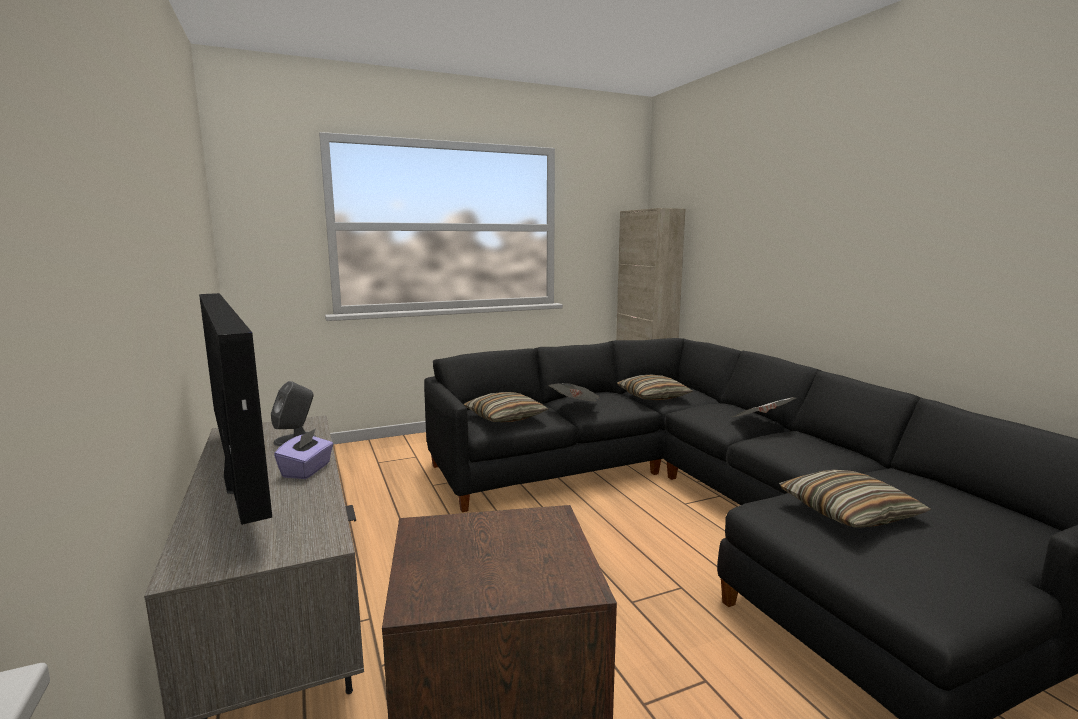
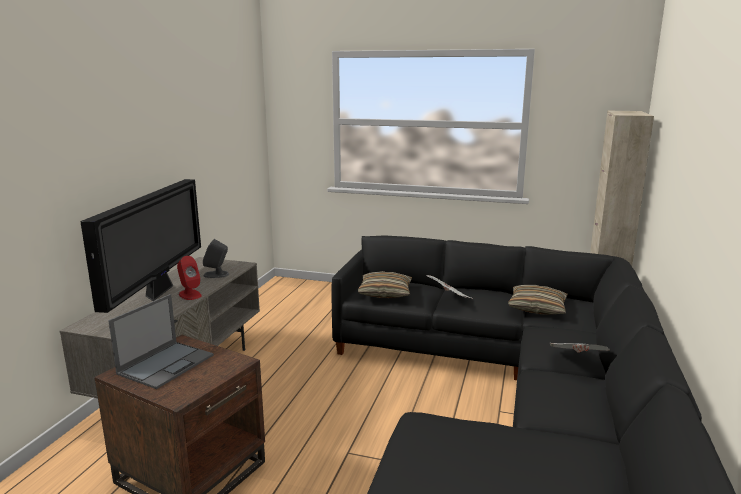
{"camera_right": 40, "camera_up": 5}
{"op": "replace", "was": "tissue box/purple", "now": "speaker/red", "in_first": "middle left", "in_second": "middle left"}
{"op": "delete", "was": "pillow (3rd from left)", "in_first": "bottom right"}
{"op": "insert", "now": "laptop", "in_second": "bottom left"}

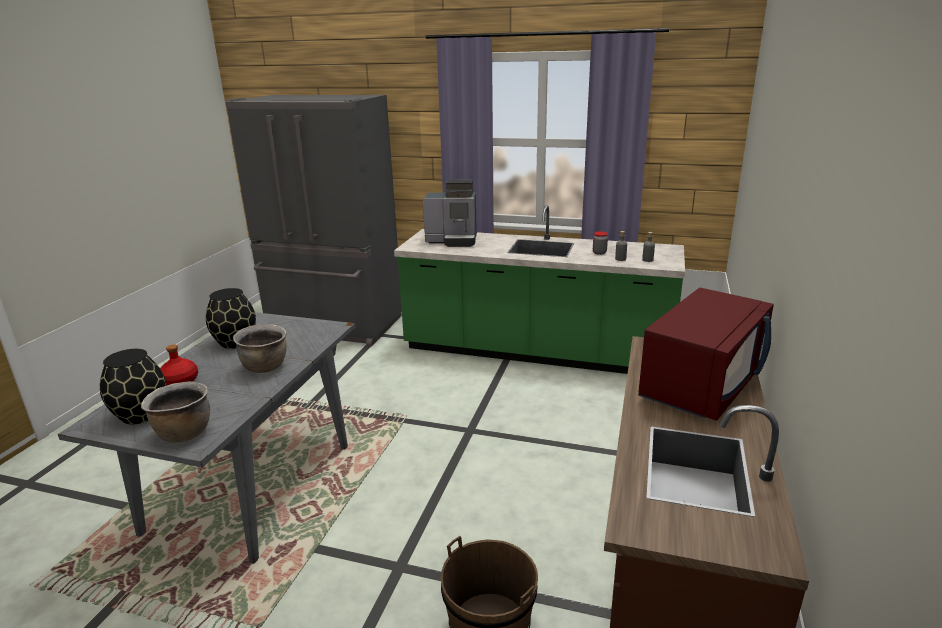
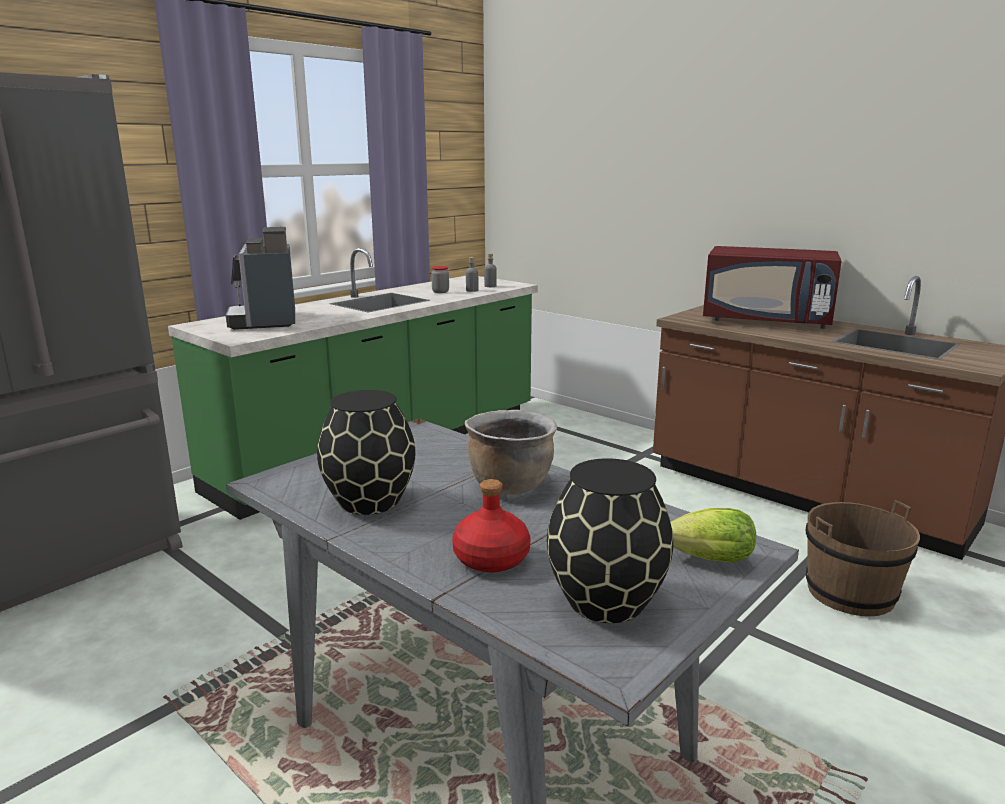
{"camera_right": -65, "camera_up": -5}
{"op": "rotate", "was": "coffee machine", "in_first": "centre", "in_second": "middle left", "clockwise": 135}
{"op": "rotate", "was": "microwave/red", "in_first": "middle right", "in_second": "middle right", "clockwise": 135}
{"op": "replace", "was": "cooking pot/brown (1st from left)", "now": "lettuce", "in_first": "middle left", "in_second": "middle right"}

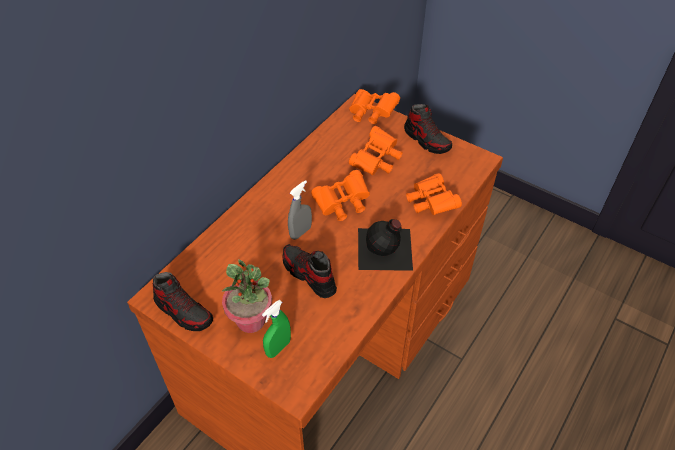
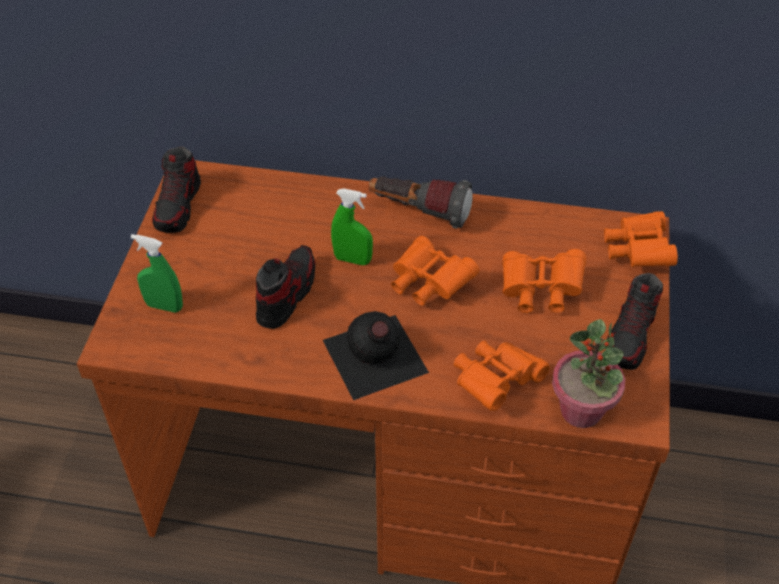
{"camera_right": 65, "camera_up": 0}
{"op": "recolor", "was": "spray bottle/grey", "now": "spray bottle/green (2nd from left)", "in_first": "centre", "in_second": "centre"}
{"op": "move", "was": "potted plant", "in_first": "centre", "in_second": "middle right"}
{"op": "insert", "now": "flashlight", "in_second": "centre"}

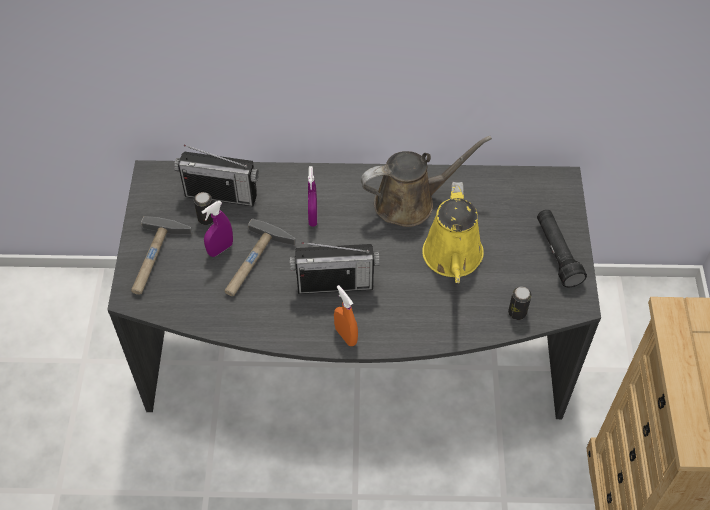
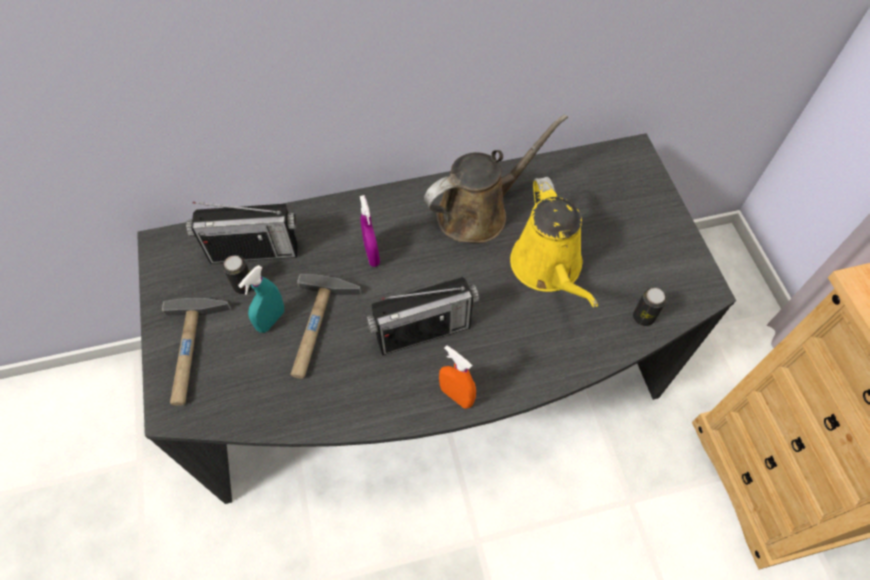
{"camera_right": -15, "camera_up": 5}
{"op": "recolor", "was": "spray bottle/purple (1st from left)", "now": "spray bottle/turquoise", "in_first": "middle left", "in_second": "middle left"}
{"op": "delete", "was": "flashlight/black", "in_first": "middle right"}

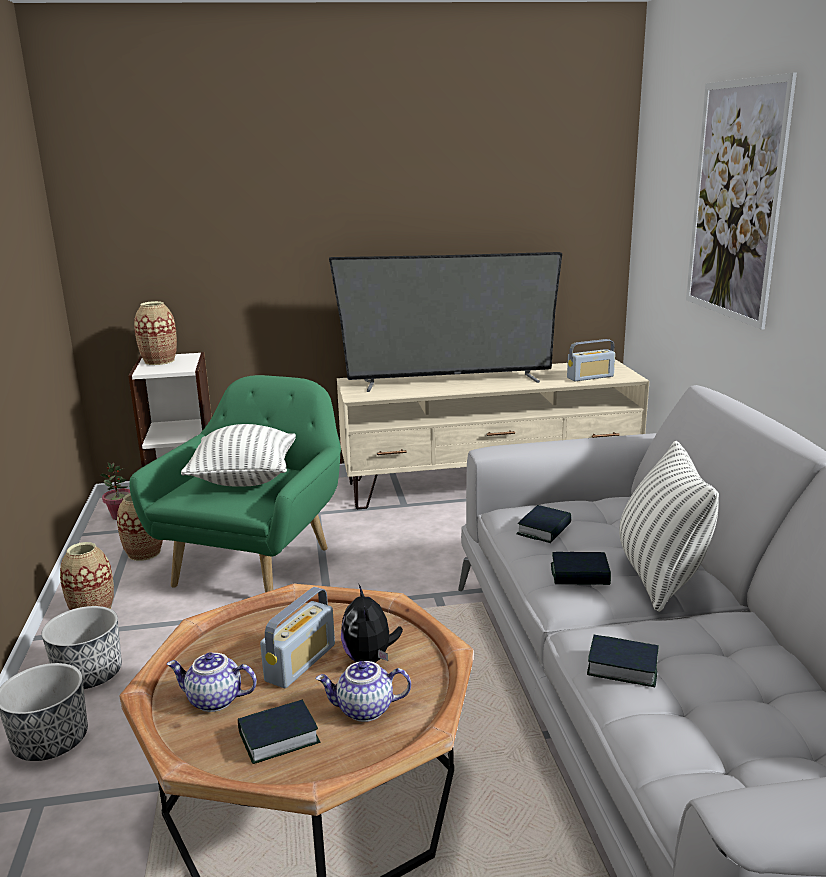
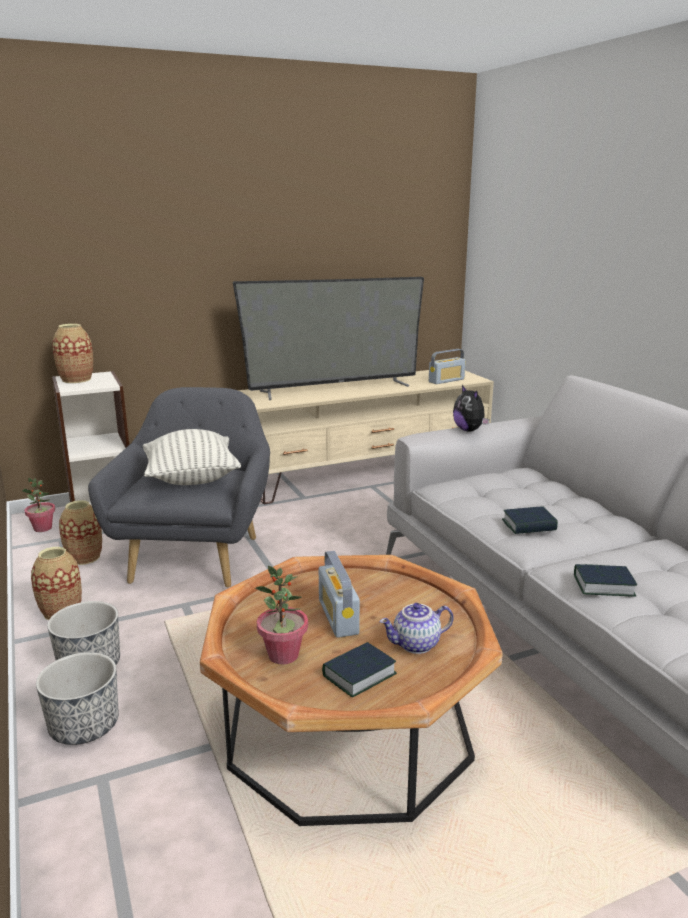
{"camera_right": -15, "camera_up": 0}
{"op": "delete", "was": "picture", "in_first": "top right"}
{"op": "recolor", "was": "armchair/green", "now": "armchair/grey", "in_first": "middle left", "in_second": "middle left"}
{"op": "delete", "was": "pillow (2nd from left)", "in_first": "middle right"}
{"op": "delete", "was": "book (2nd from left)", "in_first": "centre"}
{"op": "move", "was": "plush toy", "in_first": "bottom centre", "in_second": "middle right"}
{"op": "rotate", "was": "radio (1st from left)", "in_first": "bottom centre", "in_second": "centre", "clockwise": 150}
{"op": "replace", "was": "teapot (1st from left)", "now": "potted plant (2nd from left)", "in_first": "bottom left", "in_second": "bottom centre"}

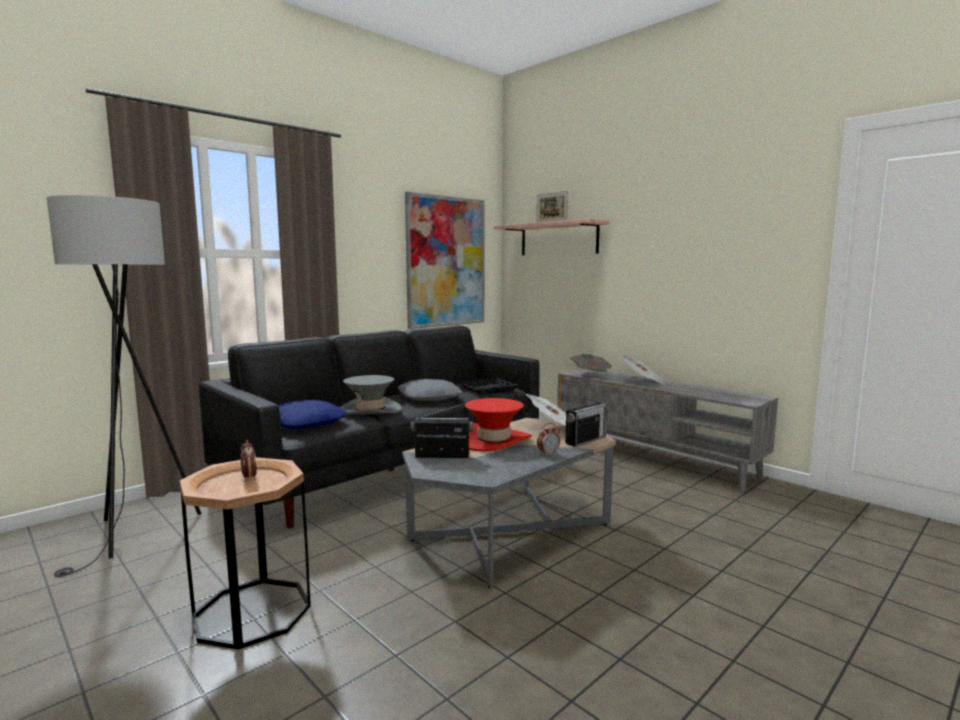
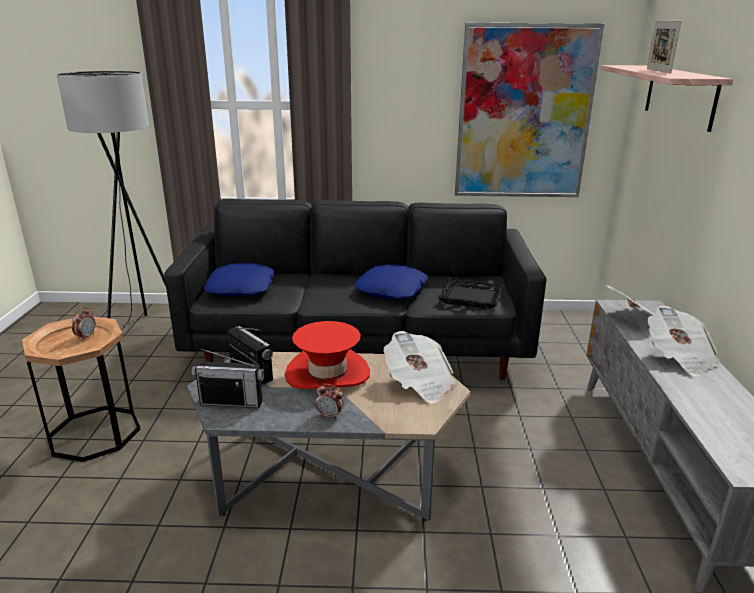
{"camera_right": 45, "camera_up": 15}
{"op": "delete", "was": "hat/grey", "in_first": "centre"}
{"op": "recolor", "was": "pillow/grey", "now": "pillow/blue (2nd from left)", "in_first": "centre", "in_second": "centre"}
{"op": "move", "was": "radio (2nd from left in the first image)", "now": "radio (1st from left)", "in_first": "centre", "in_second": "middle left"}

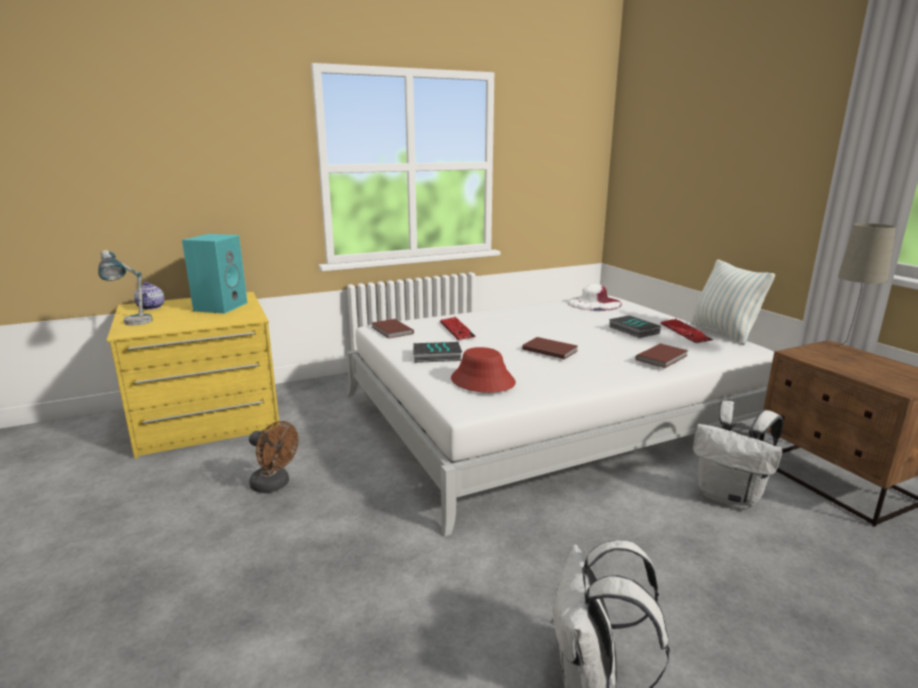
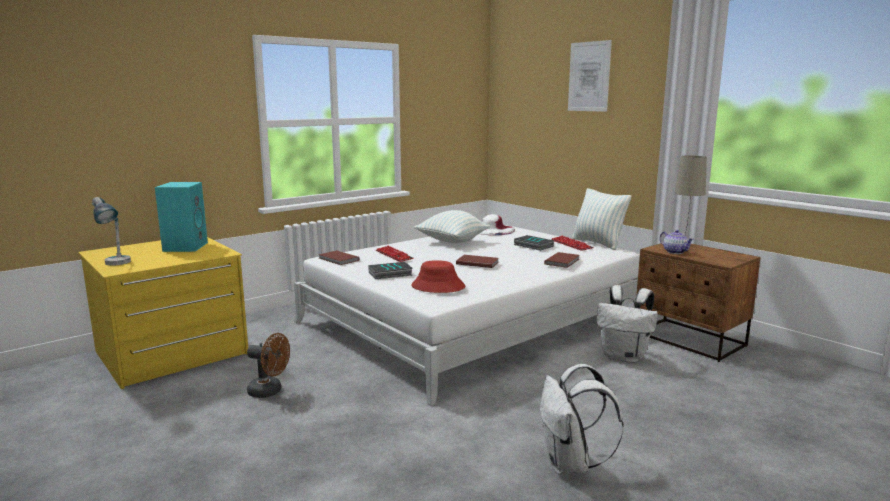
{"camera_right": -15, "camera_up": -5}
{"op": "move", "was": "teapot", "in_first": "middle left", "in_second": "middle right"}
{"op": "insert", "now": "picture", "in_second": "top centre"}
{"op": "insert", "now": "pillow (1st from left)", "in_second": "centre"}

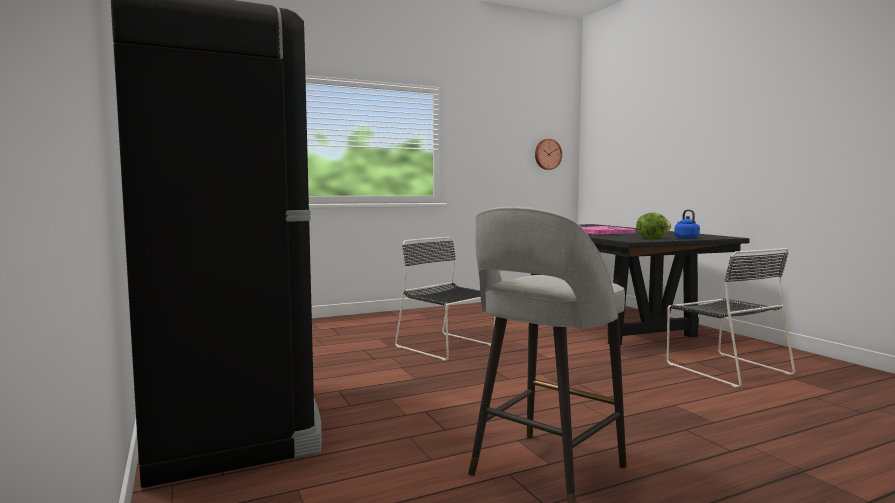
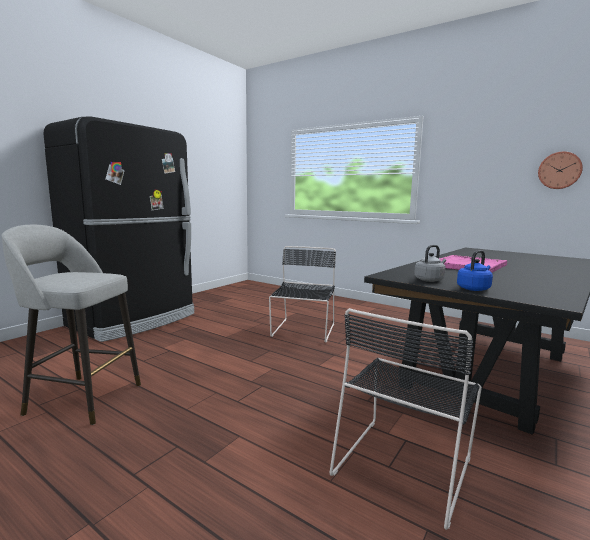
{"camera_right": 60, "camera_up": 5}
{"op": "replace", "was": "lettuce", "now": "kettle/grey", "in_first": "middle right", "in_second": "middle right"}

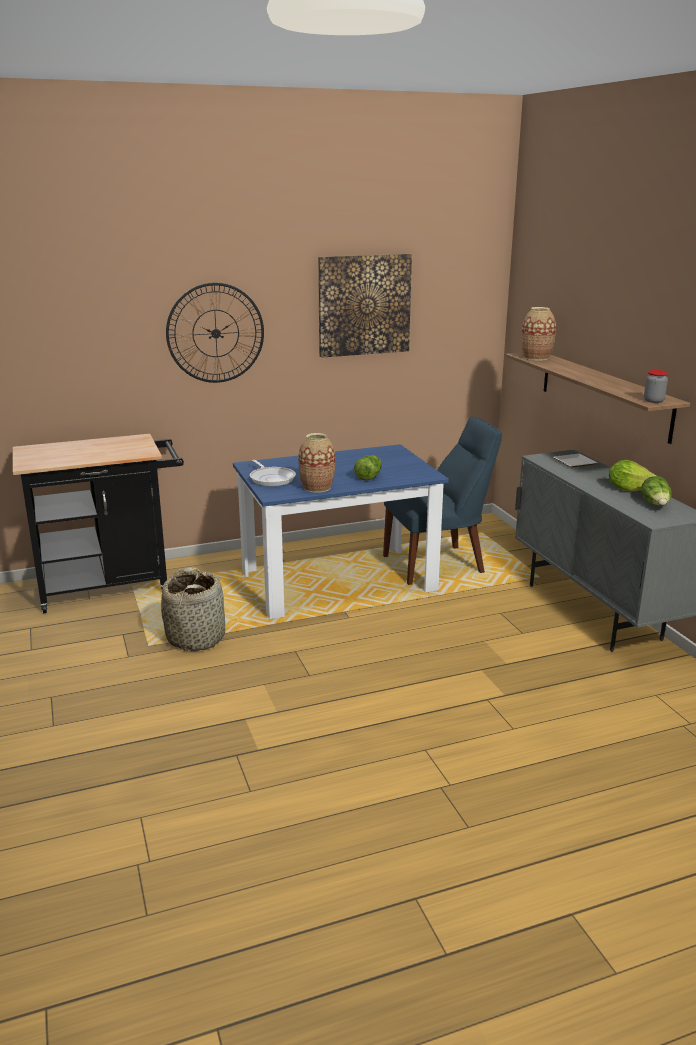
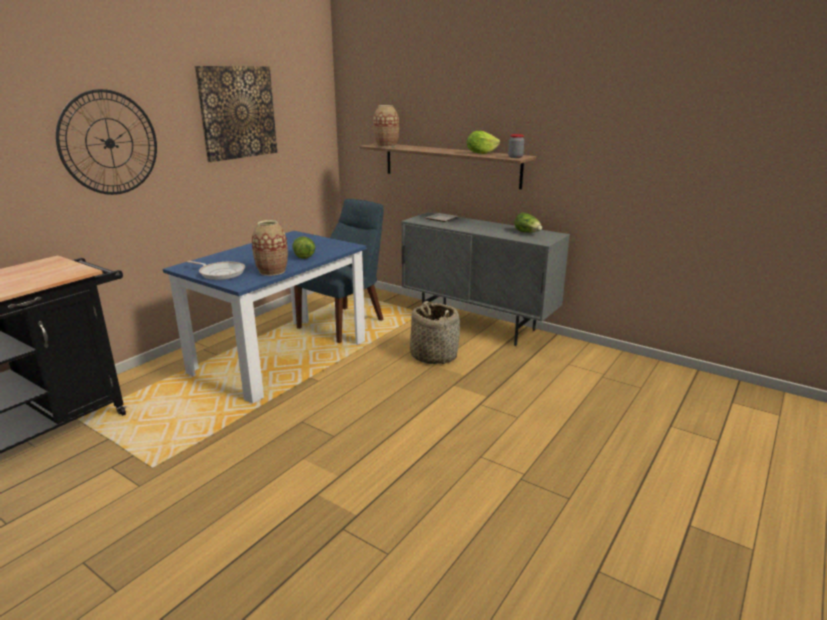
{"camera_right": -35, "camera_up": 0}
{"op": "move", "was": "lettuce (2nd from left)", "in_first": "middle right", "in_second": "top centre"}
{"op": "move", "was": "basket", "in_first": "middle left", "in_second": "centre"}

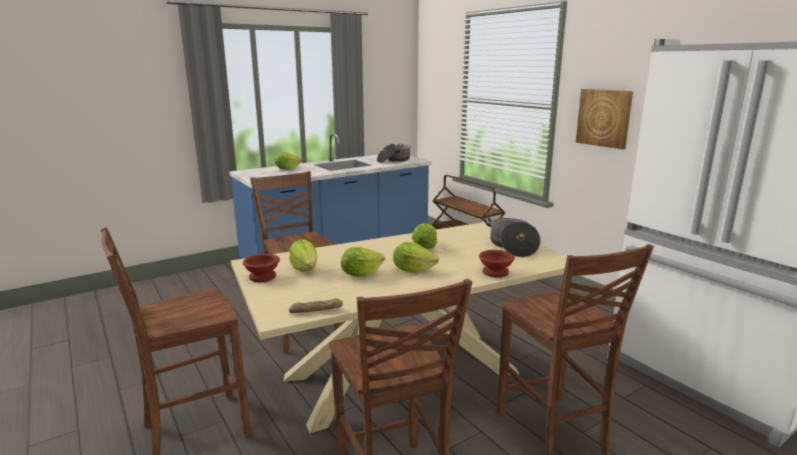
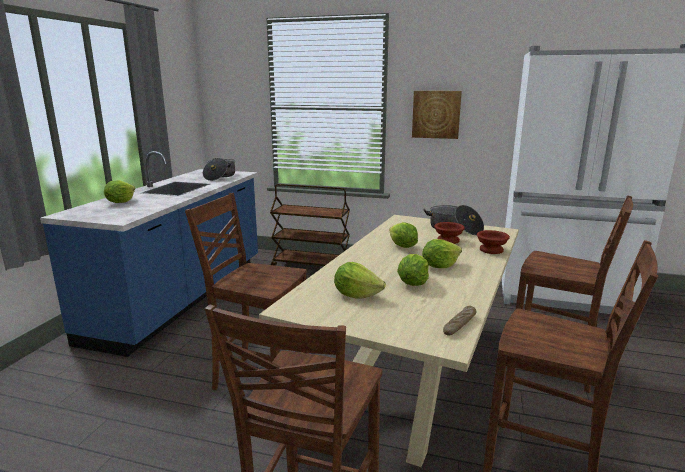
{"camera_right": -40, "camera_up": 0}
{"op": "move", "was": "bowl/brown (1st from left)", "in_first": "middle left", "in_second": "centre"}

